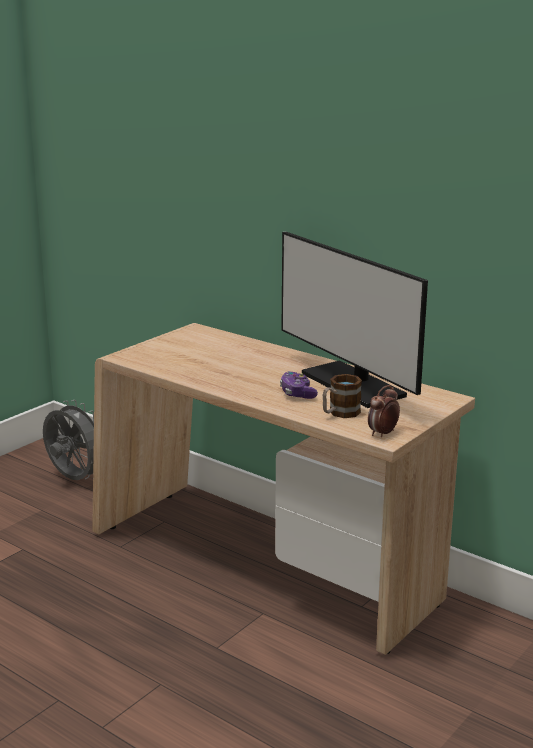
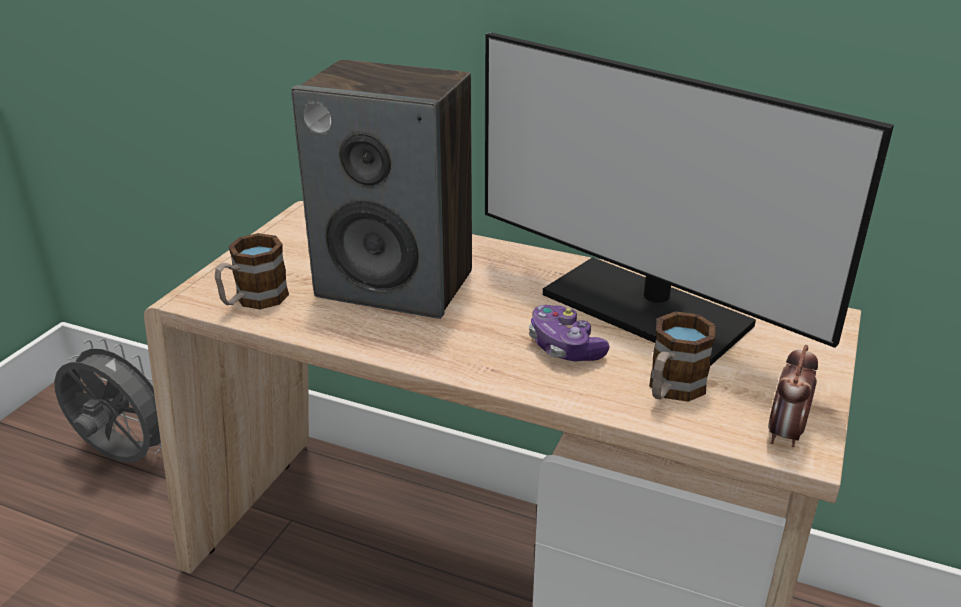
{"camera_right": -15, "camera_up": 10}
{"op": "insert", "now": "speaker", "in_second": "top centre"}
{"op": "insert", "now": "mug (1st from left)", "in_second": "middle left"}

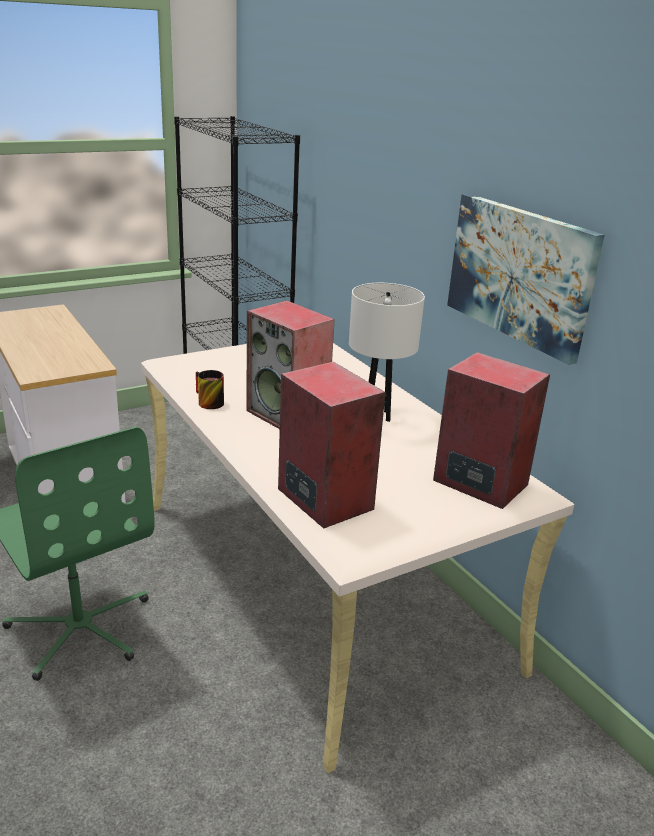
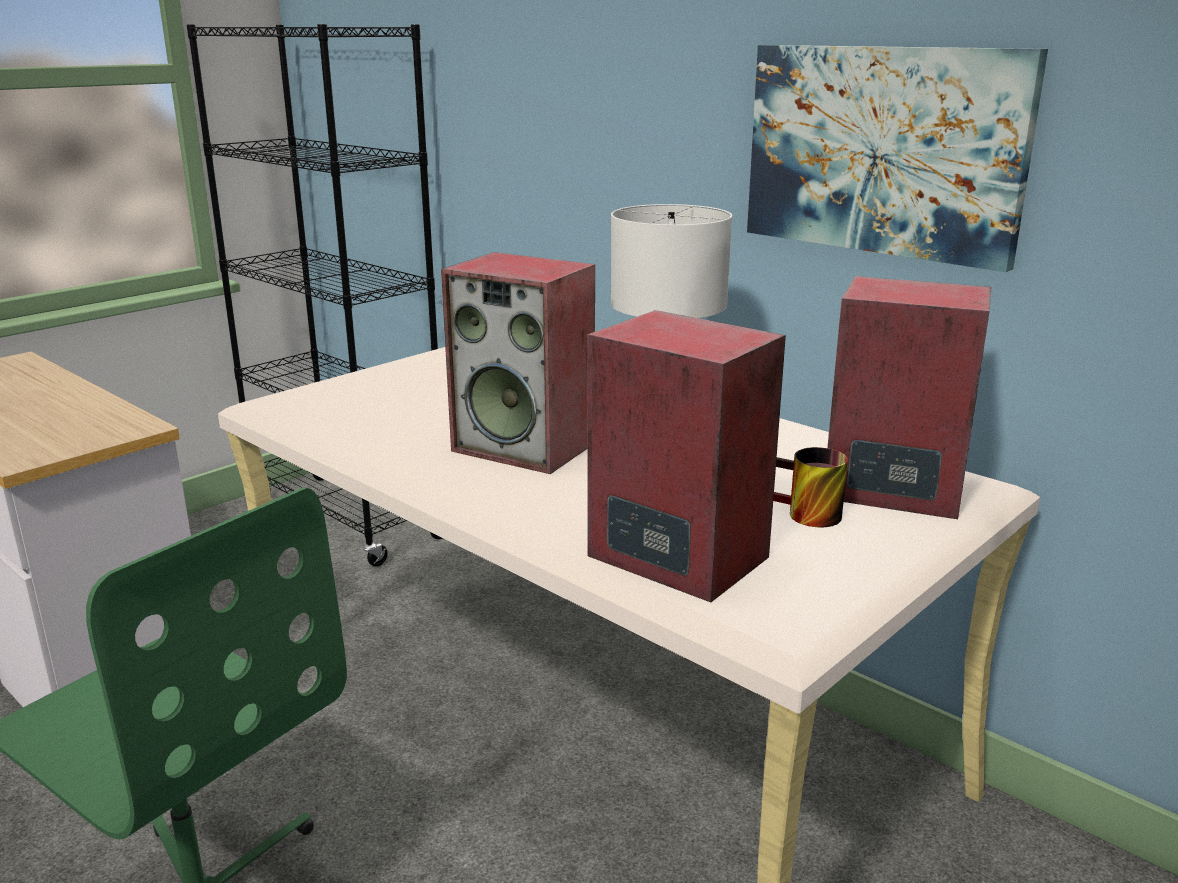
{"camera_right": -15, "camera_up": -5}
{"op": "move", "was": "mug", "in_first": "middle left", "in_second": "middle right"}

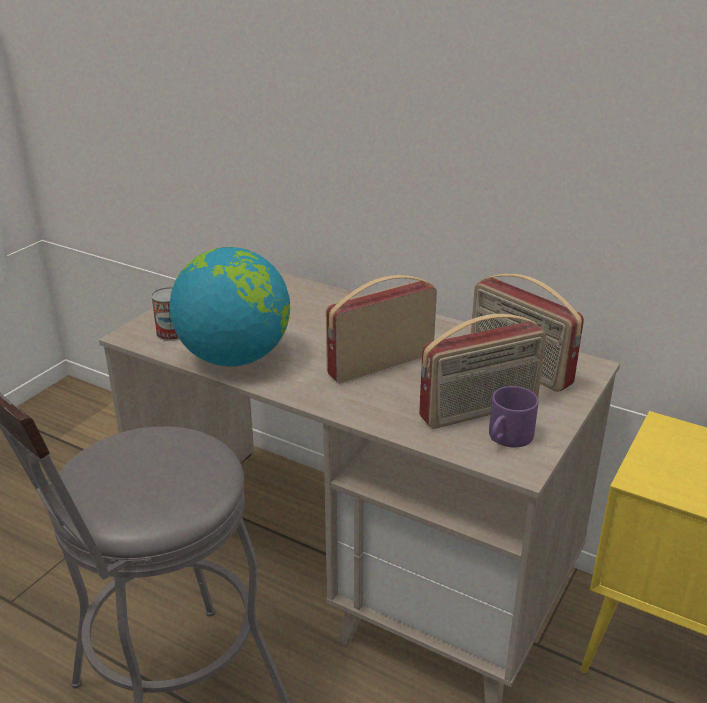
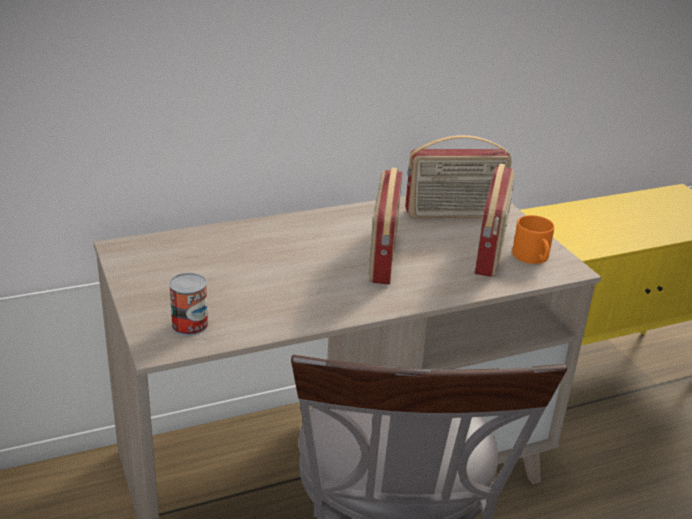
{"camera_right": -55, "camera_up": 0}
{"op": "delete", "was": "globe", "in_first": "middle left"}
{"op": "recolor", "was": "mug/purple", "now": "mug/orange", "in_first": "middle right", "in_second": "middle right"}

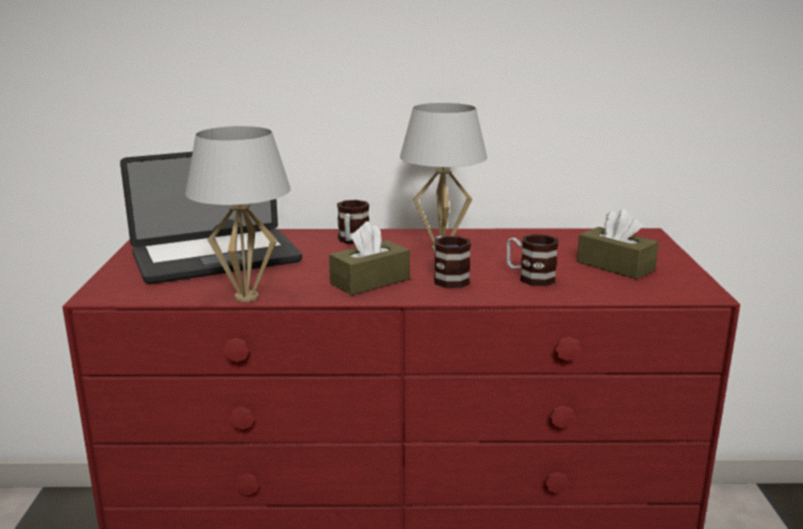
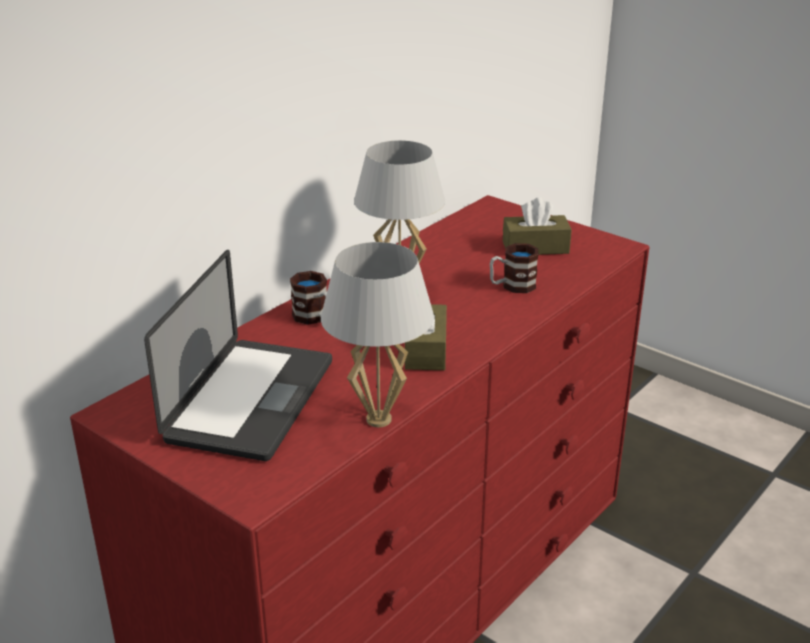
{"camera_right": -50, "camera_up": 10}
{"op": "delete", "was": "mug (2nd from left)", "in_first": "centre"}

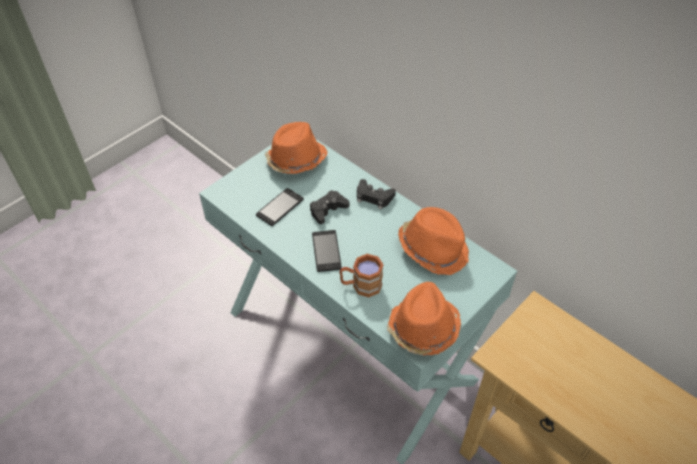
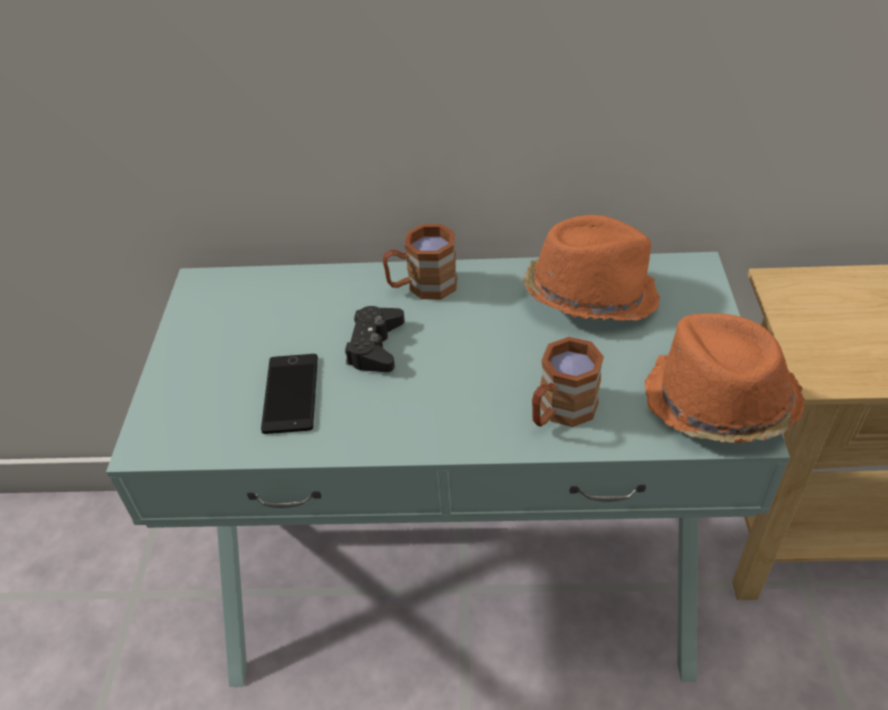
{"camera_right": -40, "camera_up": -5}
{"op": "delete", "was": "hat/orange (1st from left)", "in_first": "top centre"}
{"op": "replace", "was": "game controller/black (2nd from left)", "now": "mug/brown (1st from left)", "in_first": "centre", "in_second": "centre"}
{"op": "delete", "was": "phone (2nd from left)", "in_first": "centre"}

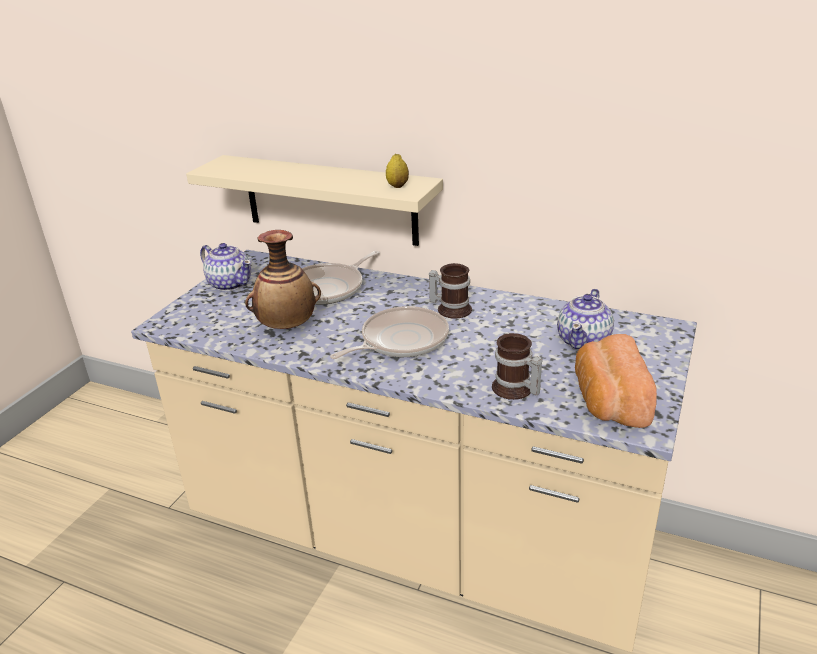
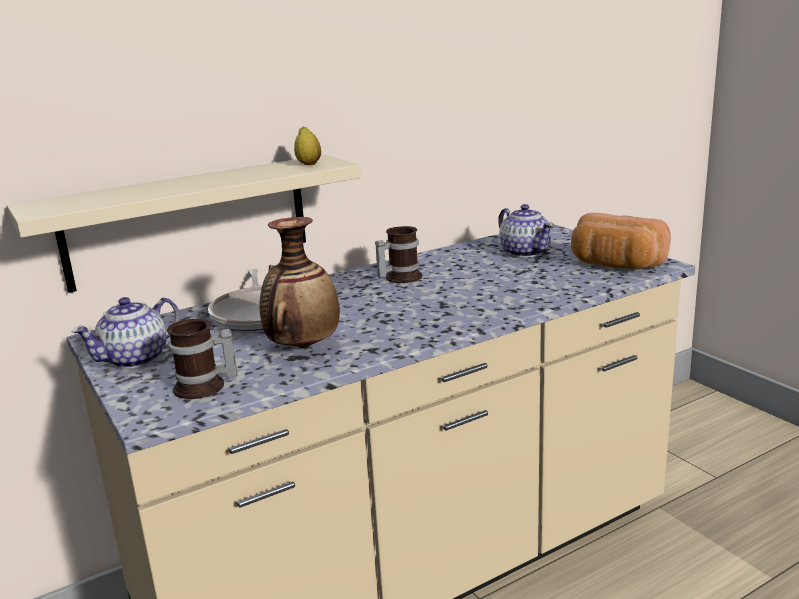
{"camera_right": -55, "camera_up": -10}
{"op": "rotate", "was": "teapot (1st from left)", "in_first": "middle left", "in_second": "middle left", "clockwise": 150}
{"op": "delete", "was": "frying pan (2nd from left)", "in_first": "centre"}
{"op": "move", "was": "mug (2nd from left in the first image)", "now": "mug (1st from left)", "in_first": "centre", "in_second": "middle left"}

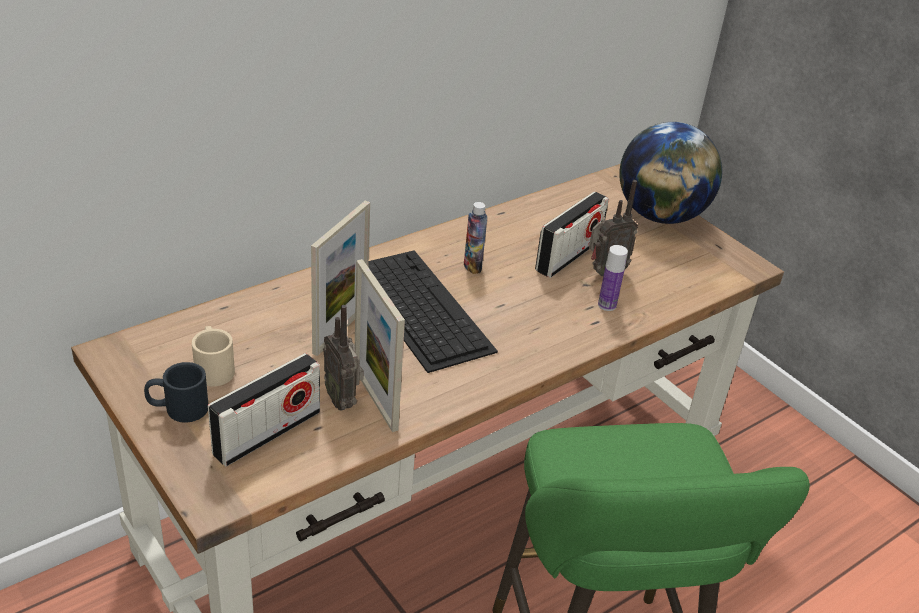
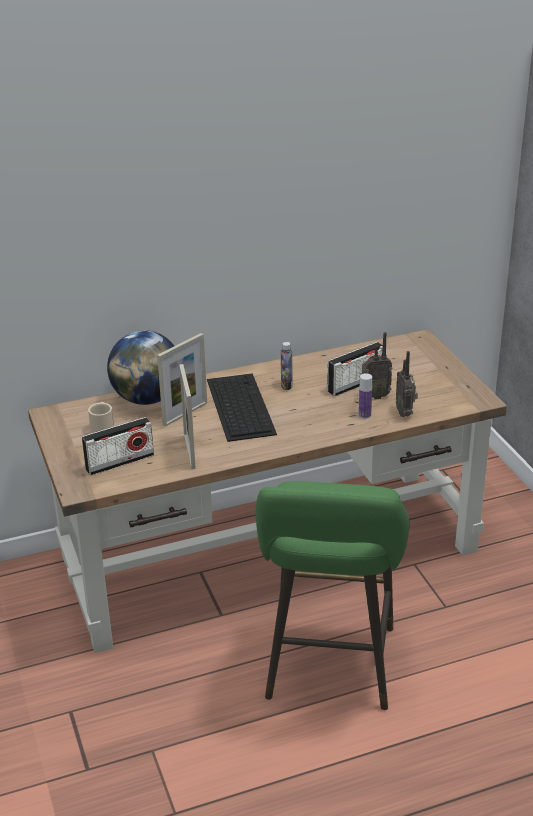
{"camera_right": 20, "camera_up": -5}
{"op": "move", "was": "globe", "in_first": "top right", "in_second": "middle left"}
{"op": "move", "was": "radio (2nd from left in the first image)", "now": "radio (4th from left)", "in_first": "centre", "in_second": "middle right"}
{"op": "delete", "was": "mug/black", "in_first": "middle left"}

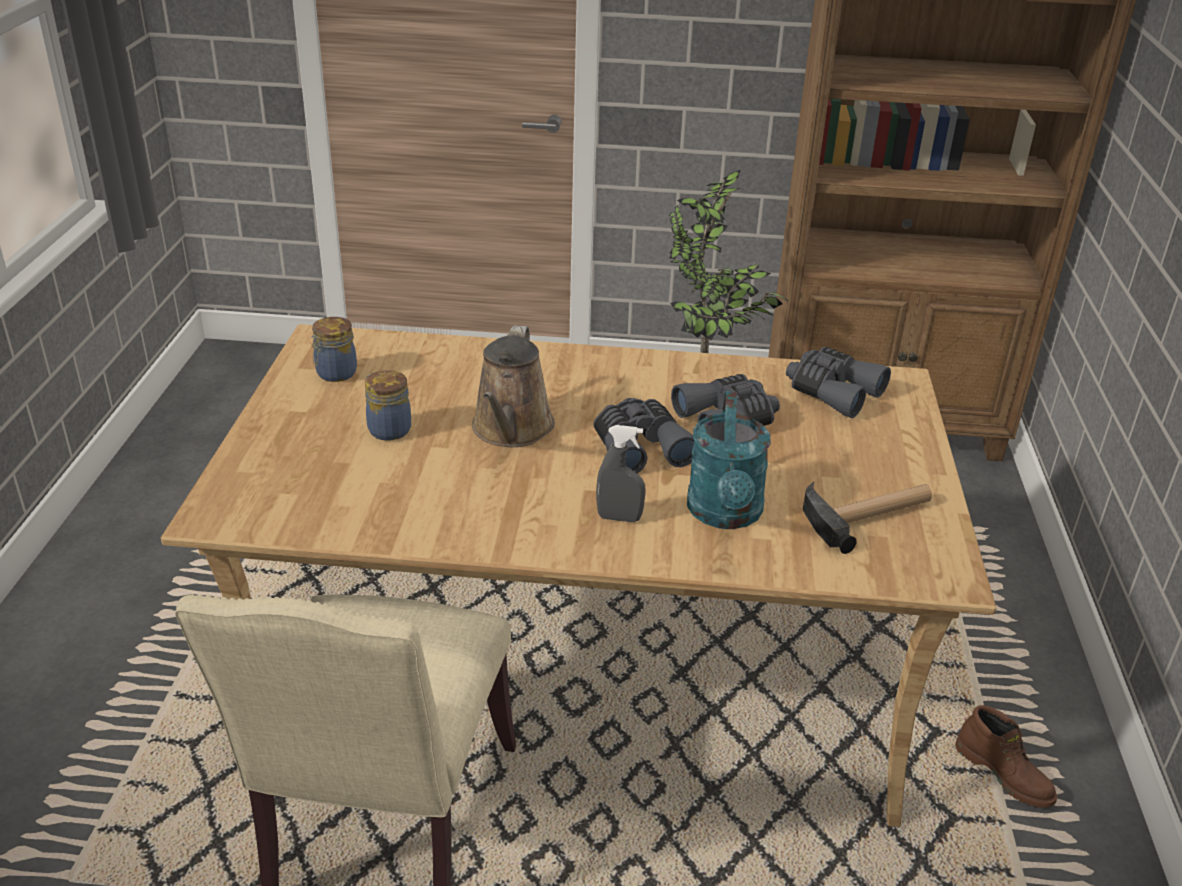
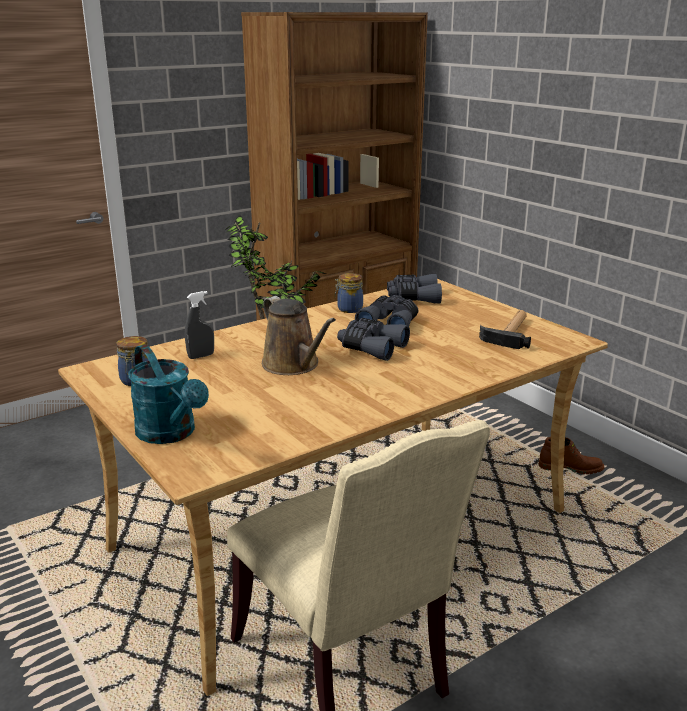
{"camera_right": -40, "camera_up": -10}
{"op": "move", "was": "jar (2nd from left)", "in_first": "middle left", "in_second": "centre"}
{"op": "move", "was": "watering can/turquoise", "in_first": "centre", "in_second": "middle left"}
{"op": "move", "was": "spray bottle/grey", "in_first": "centre", "in_second": "middle left"}

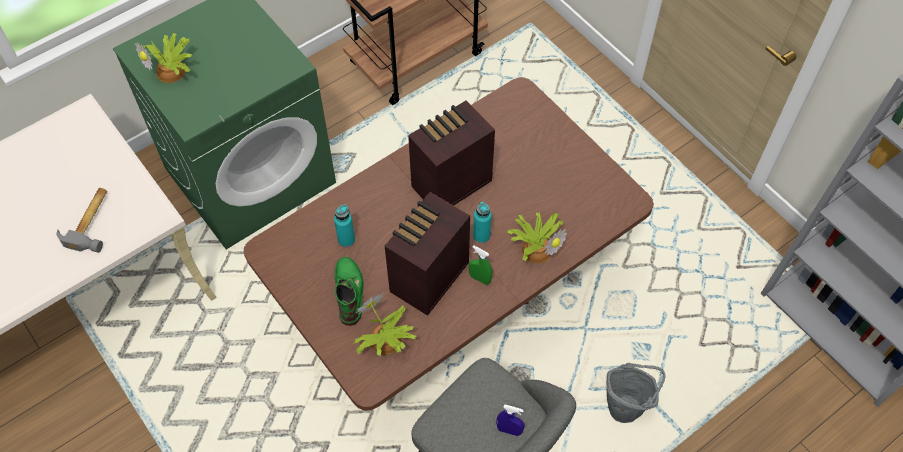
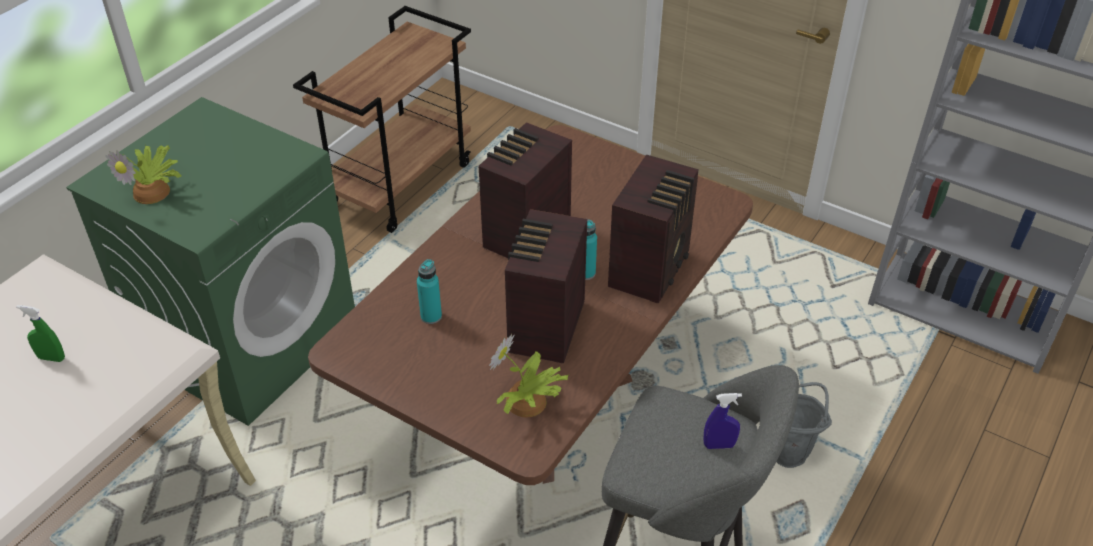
{"camera_right": -20, "camera_up": -15}
{"op": "delete", "was": "hammer", "in_first": "middle left"}
{"op": "replace", "was": "potted plant (3rd from left)", "now": "radio (3rd from left)", "in_first": "centre", "in_second": "centre"}
{"op": "move", "was": "spray bottle/green", "in_first": "centre", "in_second": "middle left"}
{"op": "delete", "was": "boot/green", "in_first": "centre"}

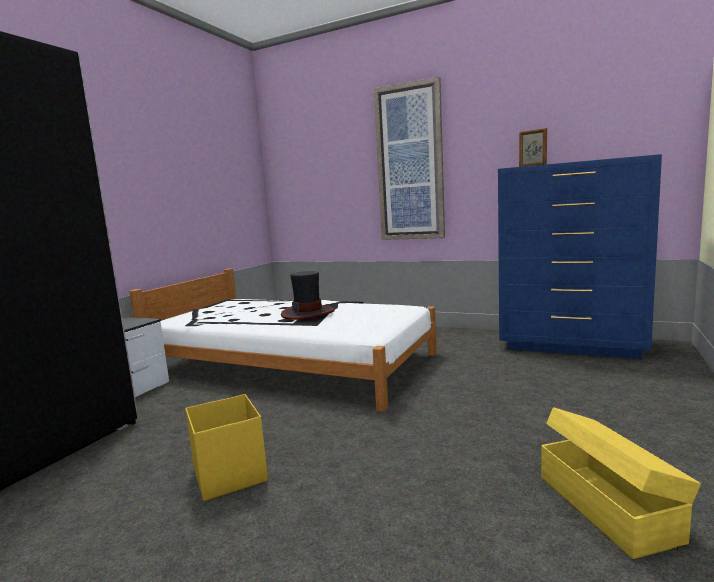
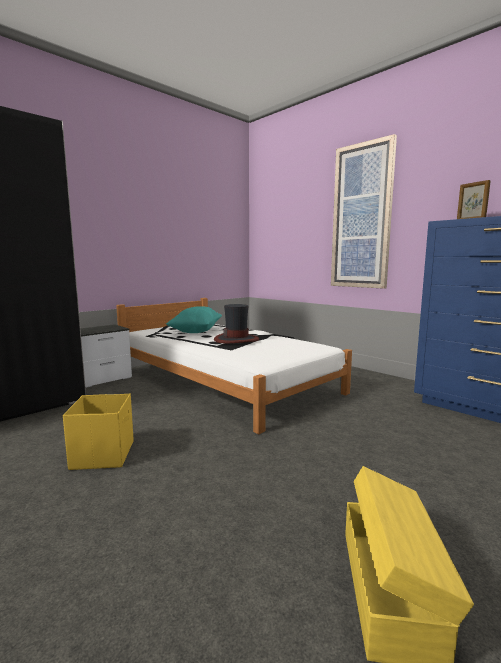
{"camera_right": 20, "camera_up": 0}
{"op": "insert", "now": "pillow/turquoise", "in_second": "centre"}

